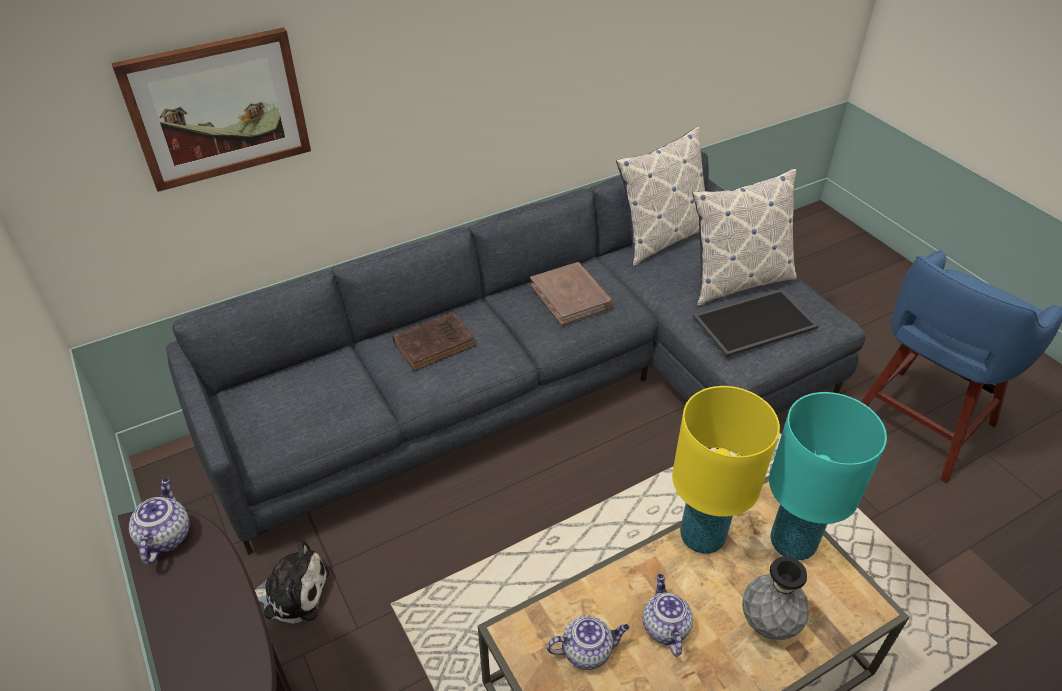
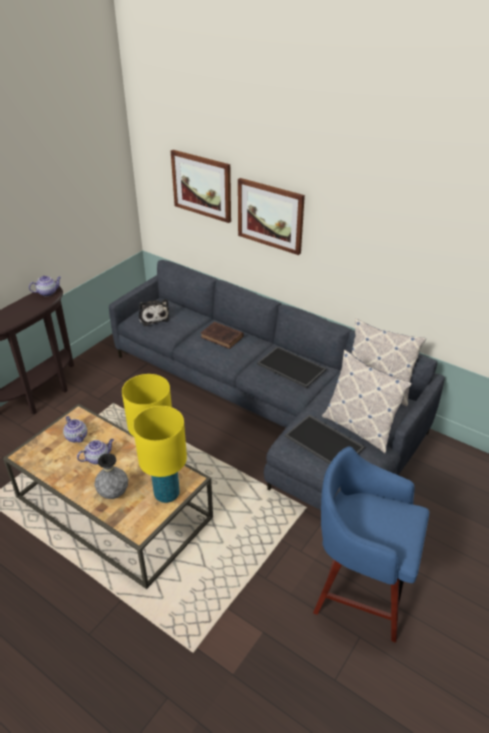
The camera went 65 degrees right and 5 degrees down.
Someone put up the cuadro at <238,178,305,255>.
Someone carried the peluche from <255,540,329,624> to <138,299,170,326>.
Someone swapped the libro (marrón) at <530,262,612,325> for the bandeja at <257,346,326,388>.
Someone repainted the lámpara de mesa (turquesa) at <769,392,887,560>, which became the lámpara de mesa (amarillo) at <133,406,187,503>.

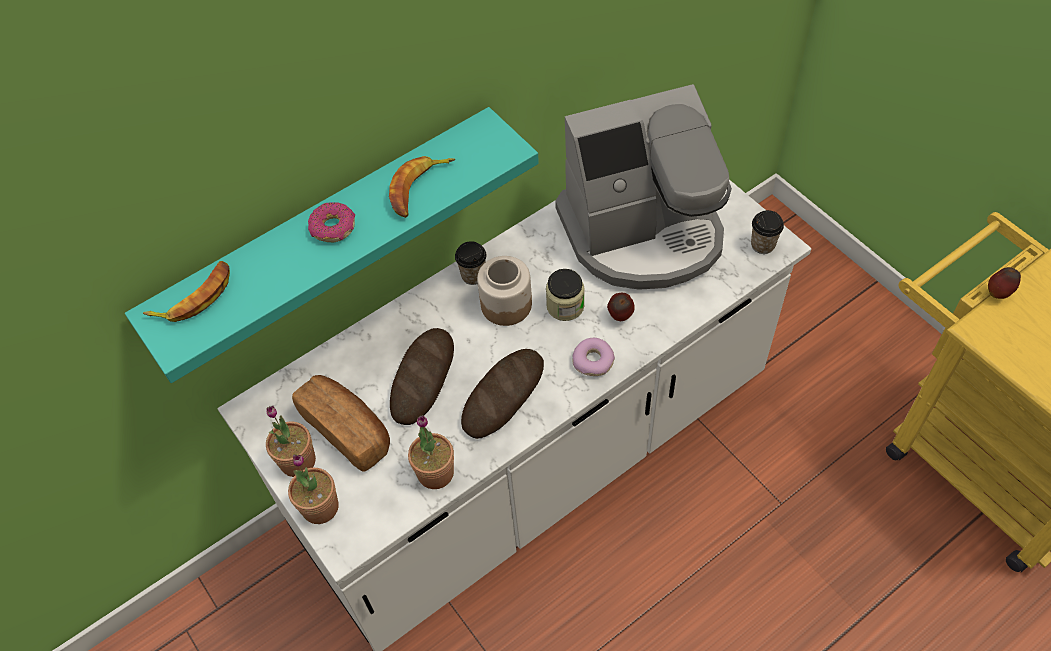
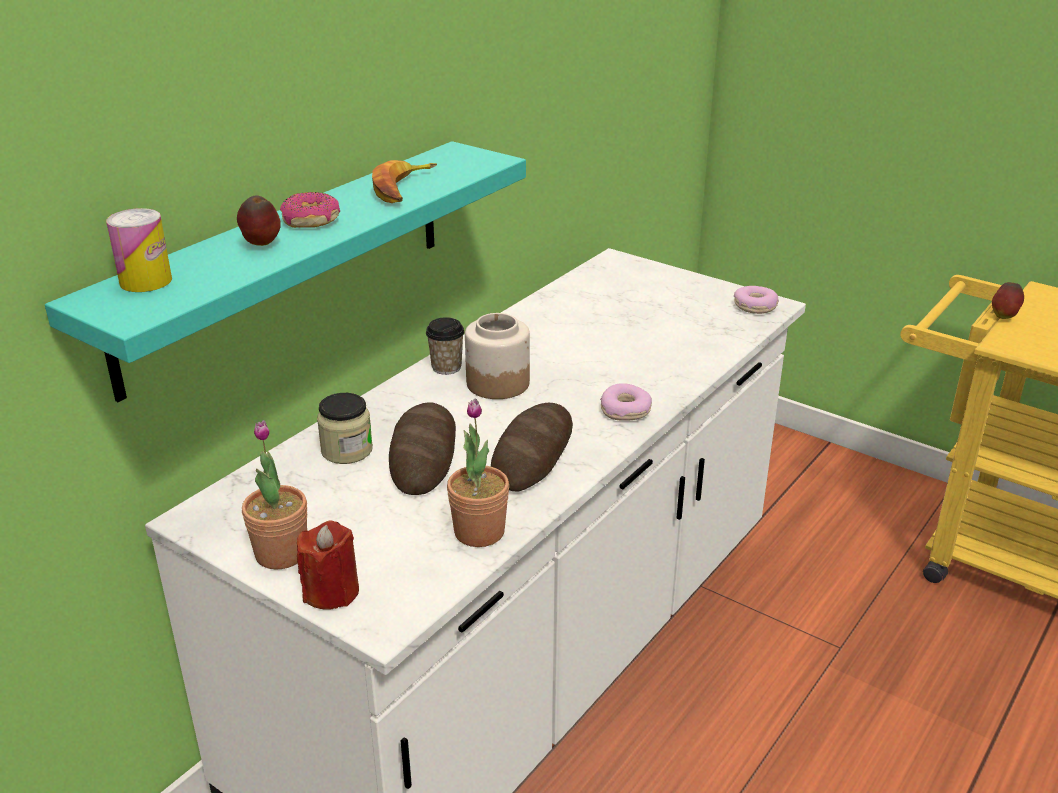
The camera went 20 degrees left and 25 degrees down.
Someone took away the pan at <292,375,390,472>.
Someone took away the cafetera at <555,84,732,290>.
Someone carried the tarro from <546,269,585,321> to <317,393,373,464>.
Someone carried the manzana from <607,293,635,321> to <237,195,281,246>.
Someone swapped the plátano at <143,261,230,322> for the lata at <106,208,172,292>.
Someone swapped the planta en maceta at <288,455,339,524> for the vela (rojo) at <297,521,359,610>.
Someone swapped the taza at <751,210,784,254> for the rosquilla at <734,286,779,314>.

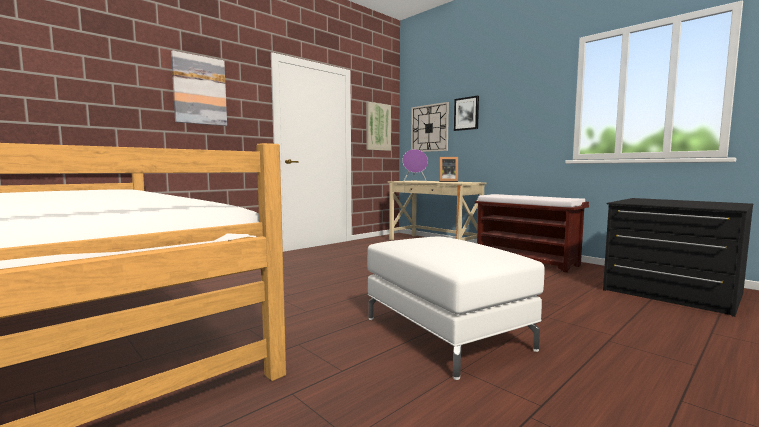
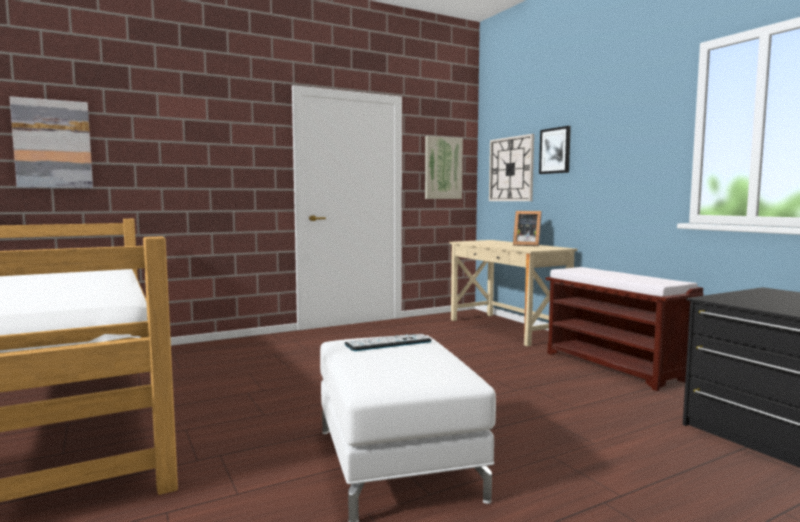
The camera went 15 degrees right and 0 degrees up.
Someone took away the altavoz (morado) at <402,149,428,181>.
Someone put down the teclado at <344,334,432,351>.
Someone carried the cuadro from <171,50,227,126> to <10,96,93,188>.

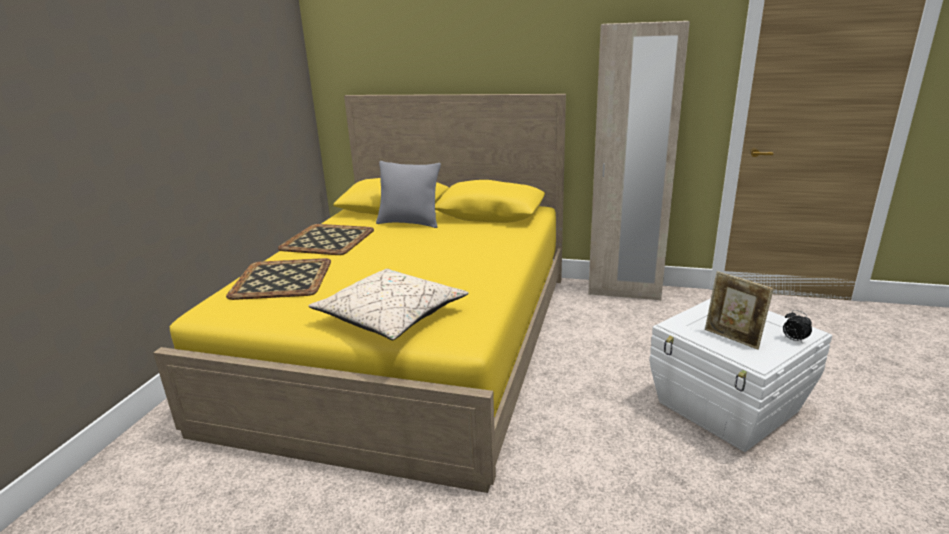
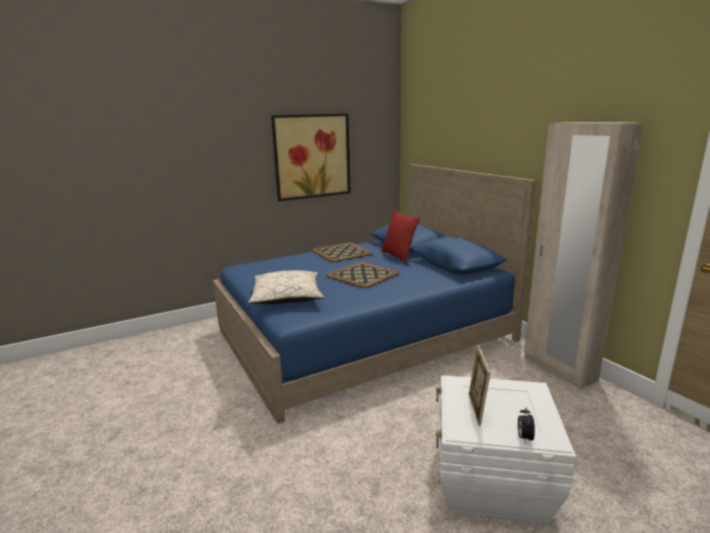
The camera went 45 degrees right and 5 degrees down.
Someone put up the cuadro at <271,113,351,201>.
Someone carried the bandeja from <226,258,331,300> to <326,262,399,288>.
Someone repainted the cama (amarillo) at <153,94,566,493>, which became the cama (azul) at <213,164,537,424>.
Someone repainted the cojín (gris) at <376,161,441,228>, which became the cojín (rojo) at <381,210,420,263>.

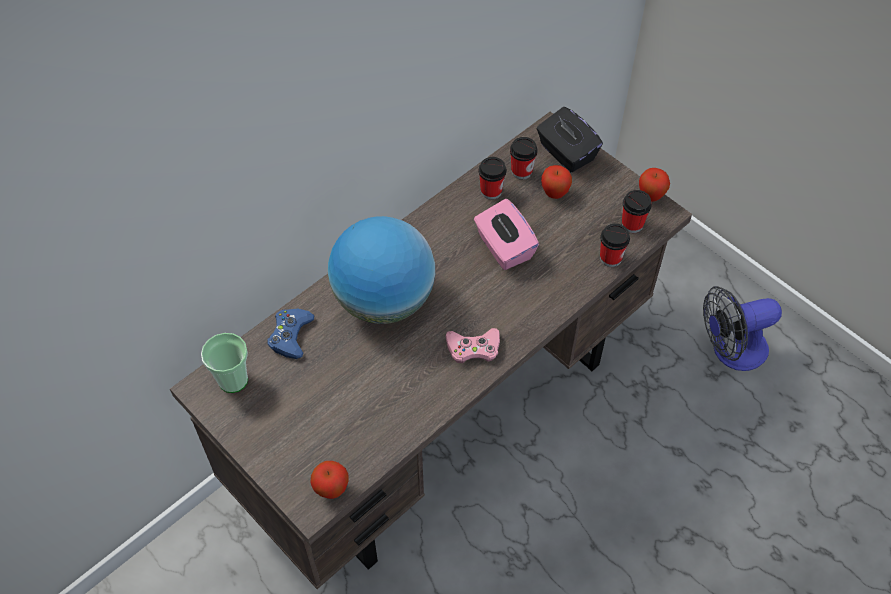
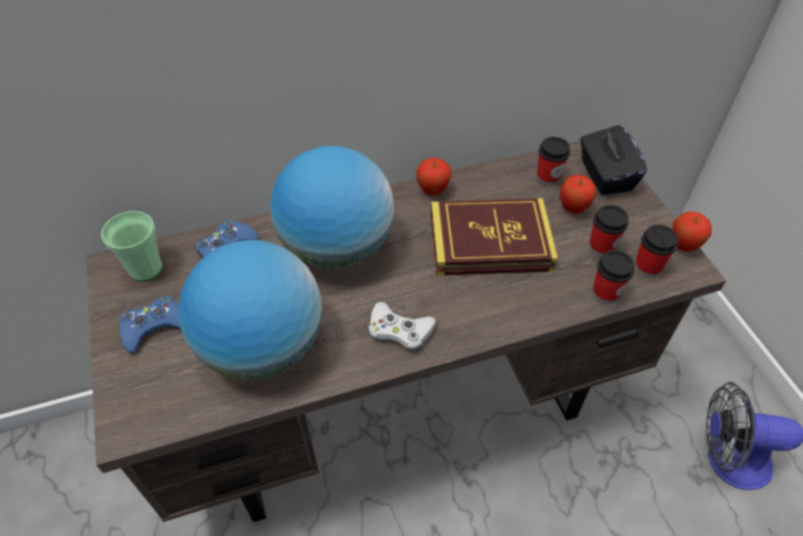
The camera went 25 degrees right and 5 degrees down.
Someone put down the mando de consola (azul) at <119,296,181,353>.
Someone put down the globo terráqueo at <179,240,322,380>.
Someone carried the manzana from <310,461,349,499> to <416,158,452,196>.
Someone carried the taza from <479,157,506,200> to <589,205,629,257>.
Someone swapped the caja de pañuelos (rosa) at <474,199,539,270> for the libro at <431,198,558,276>.
Someone repainted the mando de consola (rosa) at <445,328,500,363>, which became the mando de consola (blanco) at <368,302,436,351>.

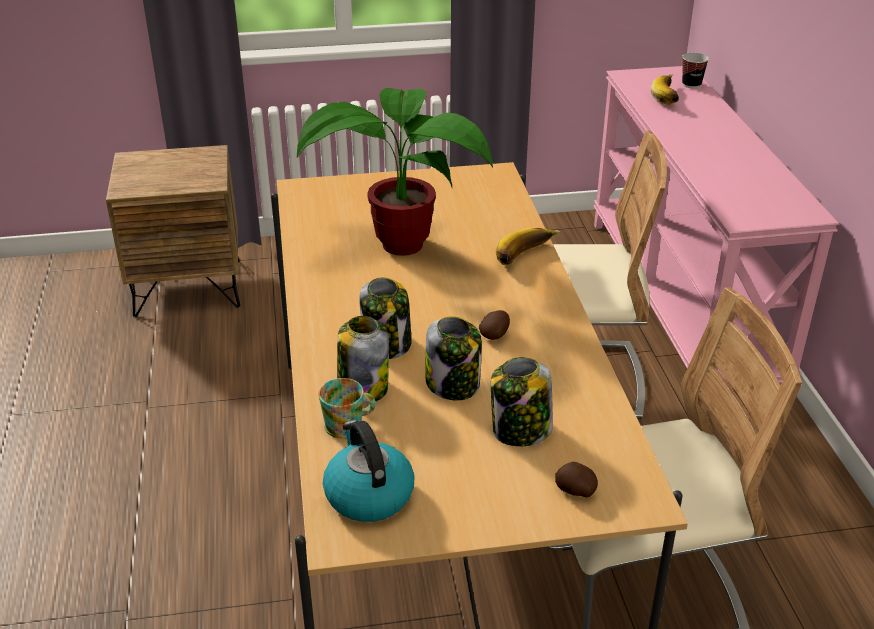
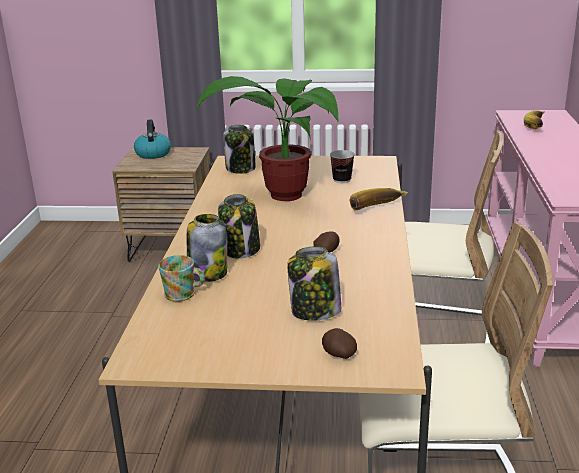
The camera went 15 degrees right and 10 degrees down.
Someone carried the hervidor from <323,420,414,522> to <134,119,171,159>.
Someone carried the tarro from <426,316,482,400> to <223,124,256,174>.
Someone carried the taza from <682,53,709,88> to <330,150,355,183>.

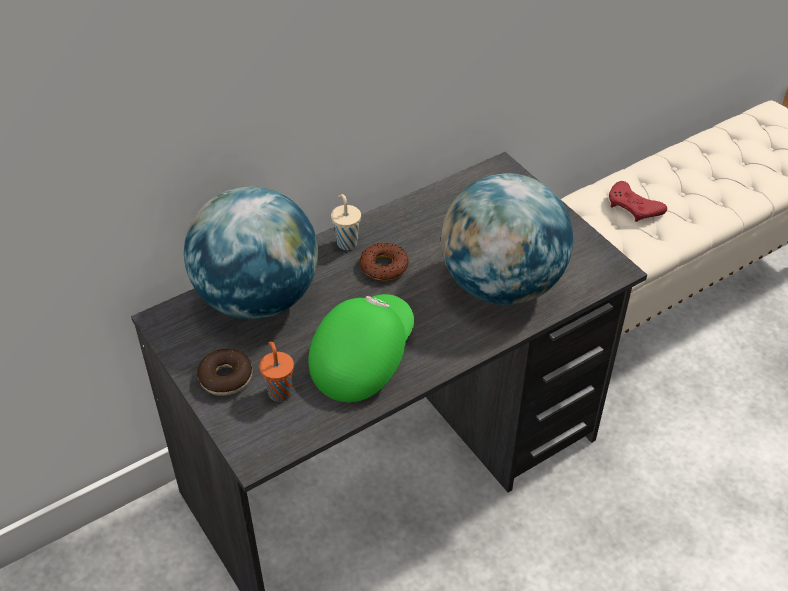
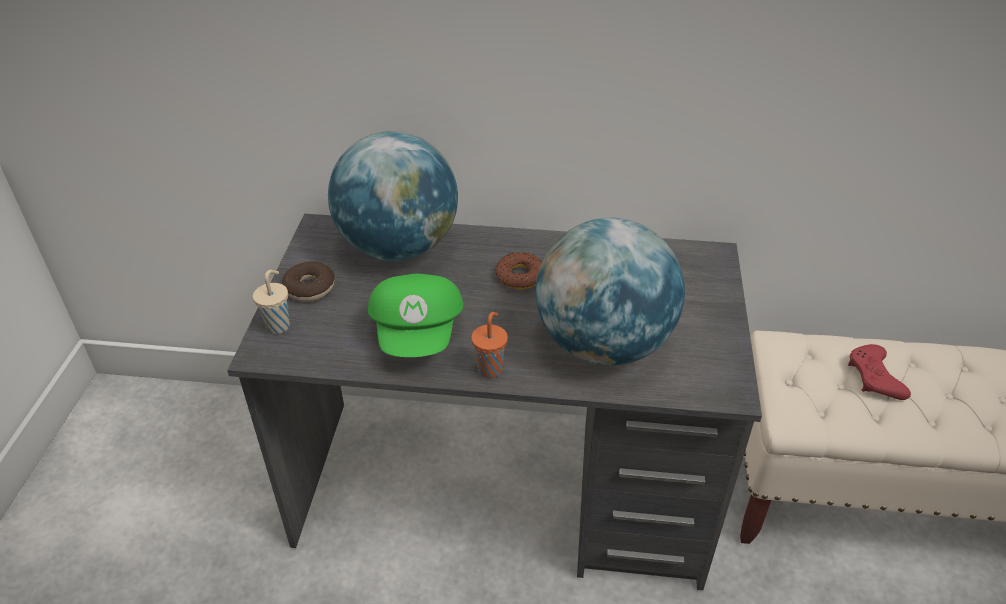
The camera went 40 degrees right and 5 degrees down.
Someone carried the taza (naranja) from <259,342,294,402> to <471,312,508,378>.
Someone carried the taza (beis) from <331,194,361,250> to <253,270,290,334>.
Someone rotated the gorra (verde) at <309,294,414,402> by 105 degrees clockwise.

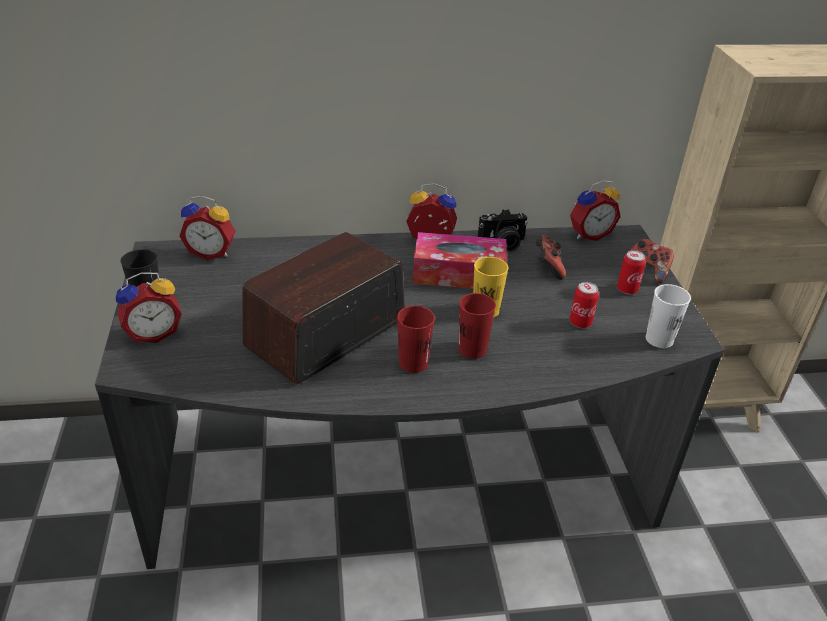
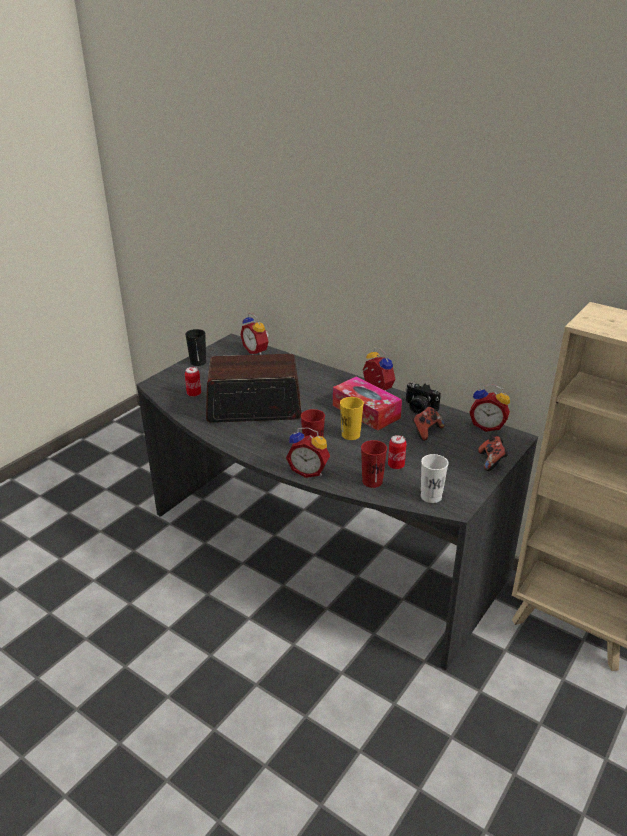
The camera went 45 degrees right and 5 degrees down.
Someone carried the despertador from <116,272,182,343> to <286,427,330,478>.
Someone carried the taza (rojo) from <397,306,435,373> to <361,440,387,488>.
Someone carried the lata from <617,250,646,294> to <185,367,201,397>.

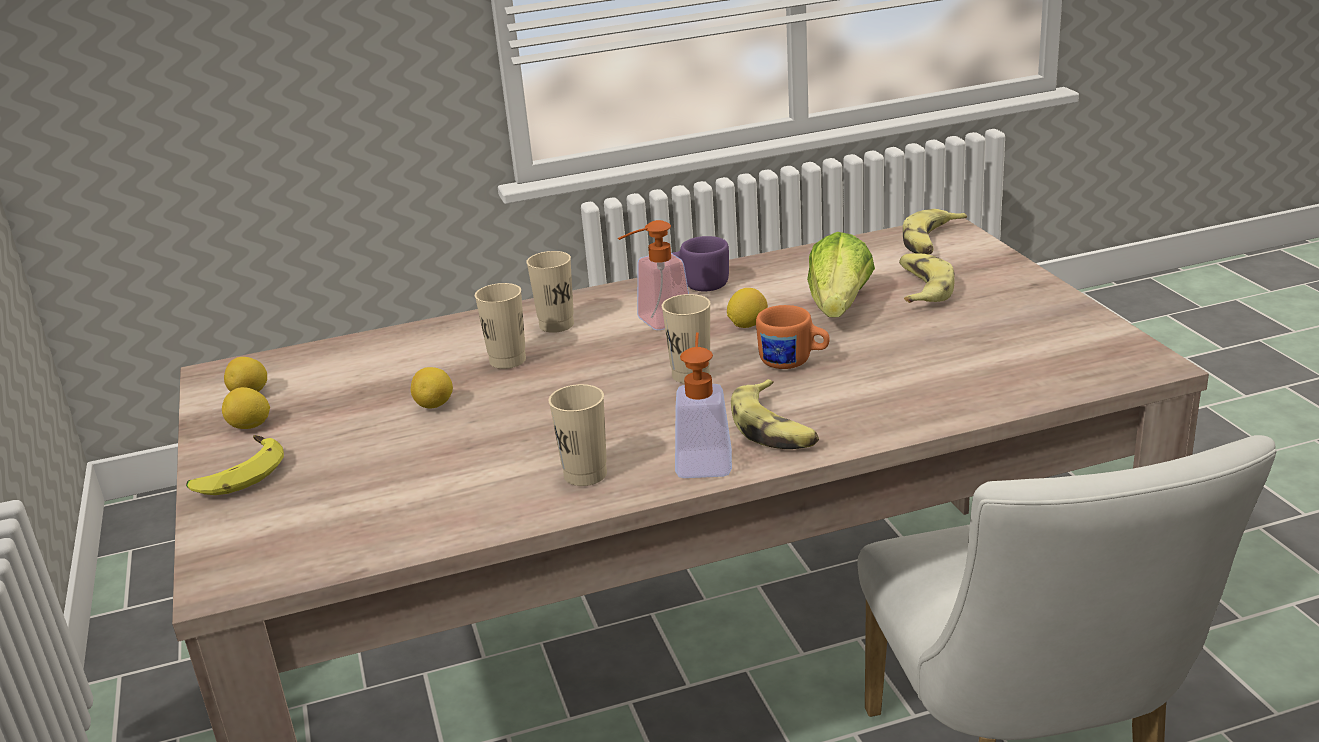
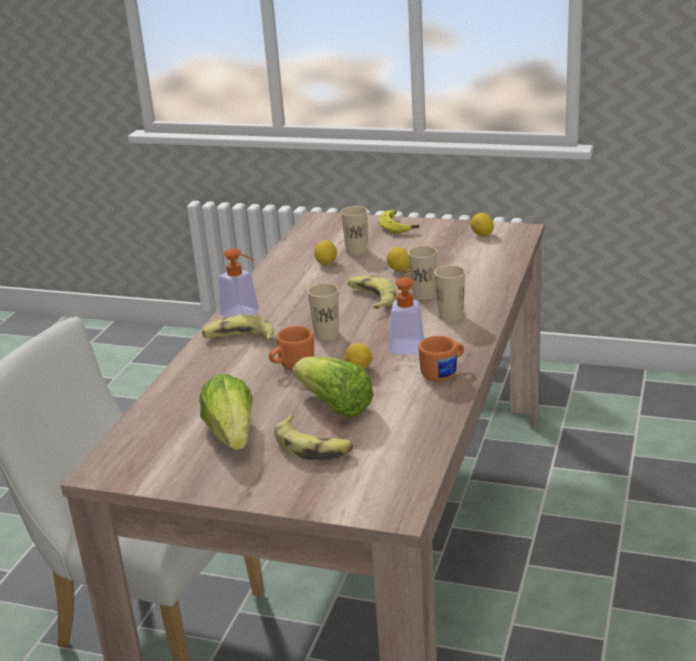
The camera went 125 degrees right and 0 degrees up.
Someone put down the lechuga at <199,375,253,450>.
Someone carried the limón from <222,387,270,429> to <314,240,337,265>.
Someone carried the taza (beis) from <548,384,607,486> to <341,206,367,255>.
Someone carried the plátano from <903,209,967,255> to <348,276,396,309>.
Someone repainted the taza grande (morado) at <672,236,729,291>, which became the taza grande (naranja) at <418,336,464,381>.

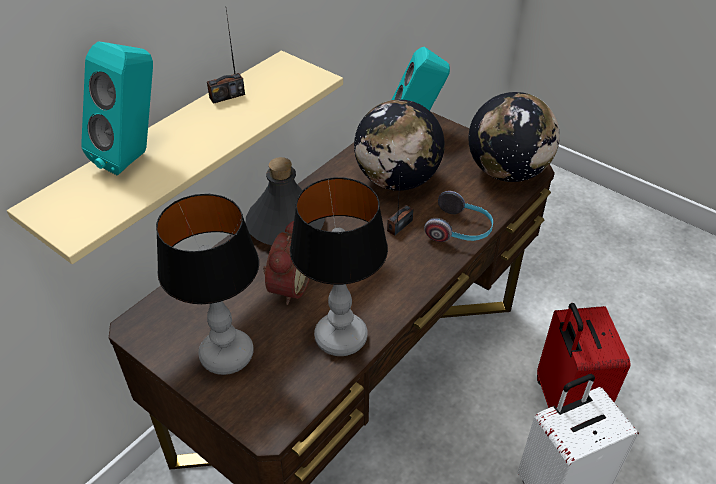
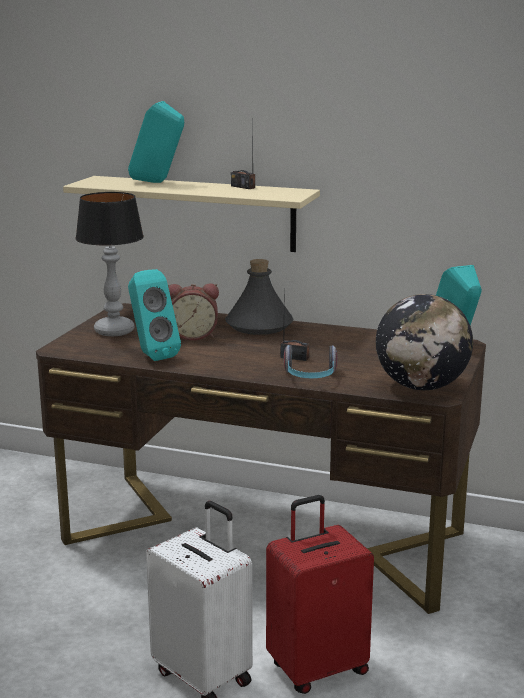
The camera went 70 degrees right and 25 degrees down.
Someone took away the globo terráqueo at <354,100,445,191>.
Someone swapped the lámpara de mesa at <290,177,388,356> for the altavoz (turquesa) at <128,269,181,361>.

